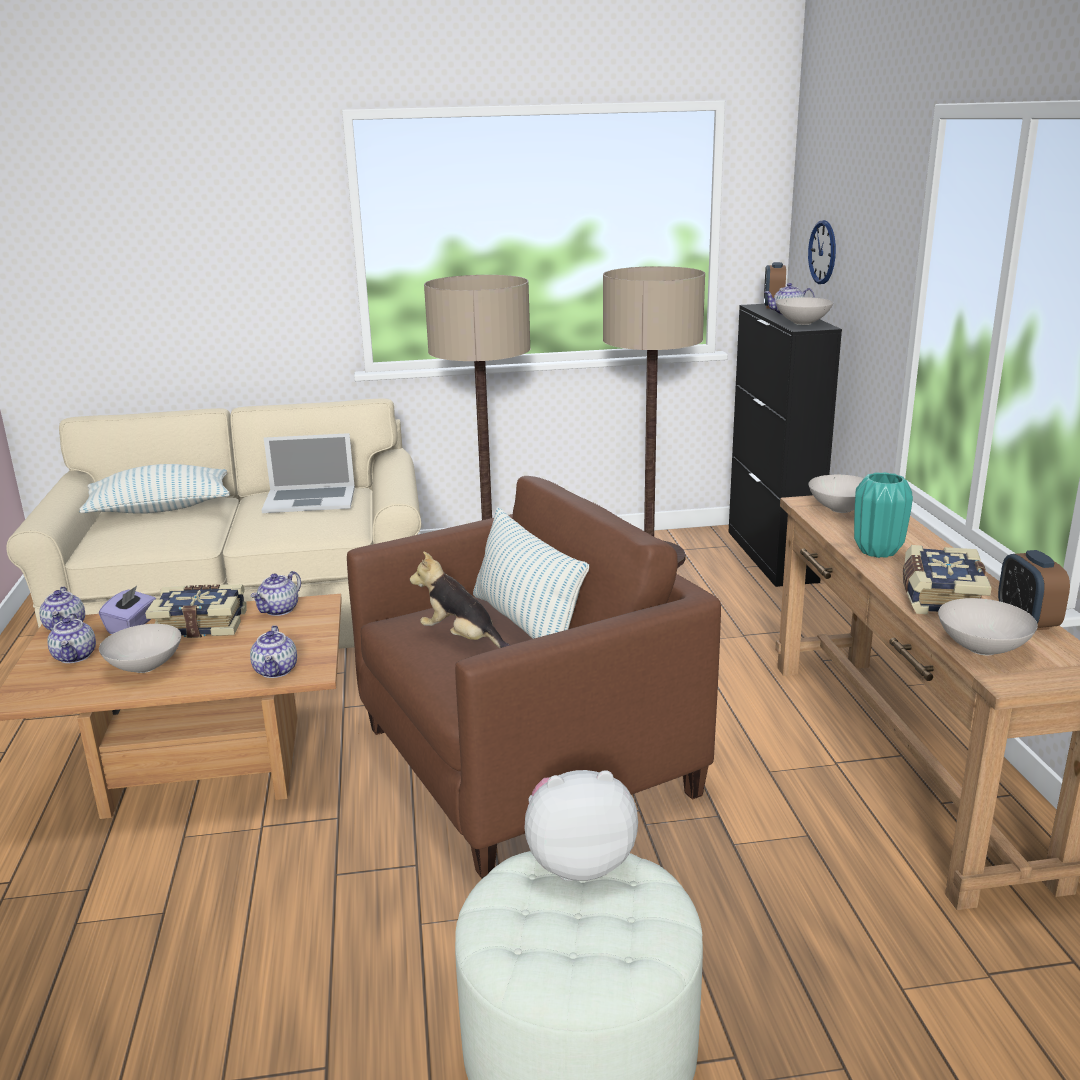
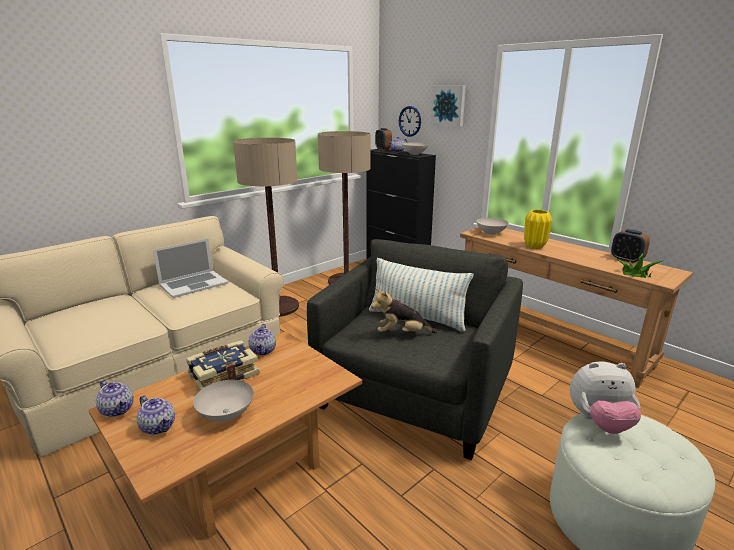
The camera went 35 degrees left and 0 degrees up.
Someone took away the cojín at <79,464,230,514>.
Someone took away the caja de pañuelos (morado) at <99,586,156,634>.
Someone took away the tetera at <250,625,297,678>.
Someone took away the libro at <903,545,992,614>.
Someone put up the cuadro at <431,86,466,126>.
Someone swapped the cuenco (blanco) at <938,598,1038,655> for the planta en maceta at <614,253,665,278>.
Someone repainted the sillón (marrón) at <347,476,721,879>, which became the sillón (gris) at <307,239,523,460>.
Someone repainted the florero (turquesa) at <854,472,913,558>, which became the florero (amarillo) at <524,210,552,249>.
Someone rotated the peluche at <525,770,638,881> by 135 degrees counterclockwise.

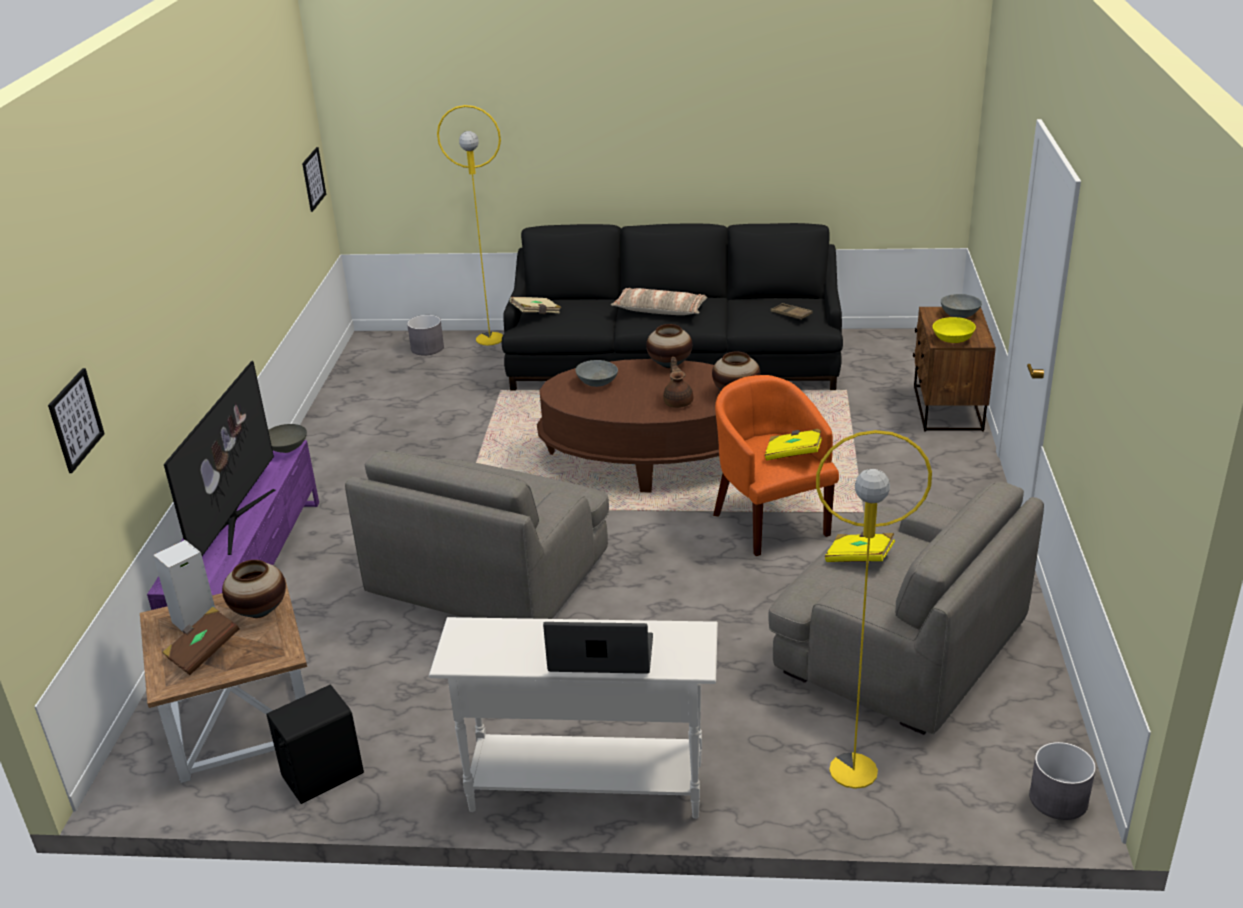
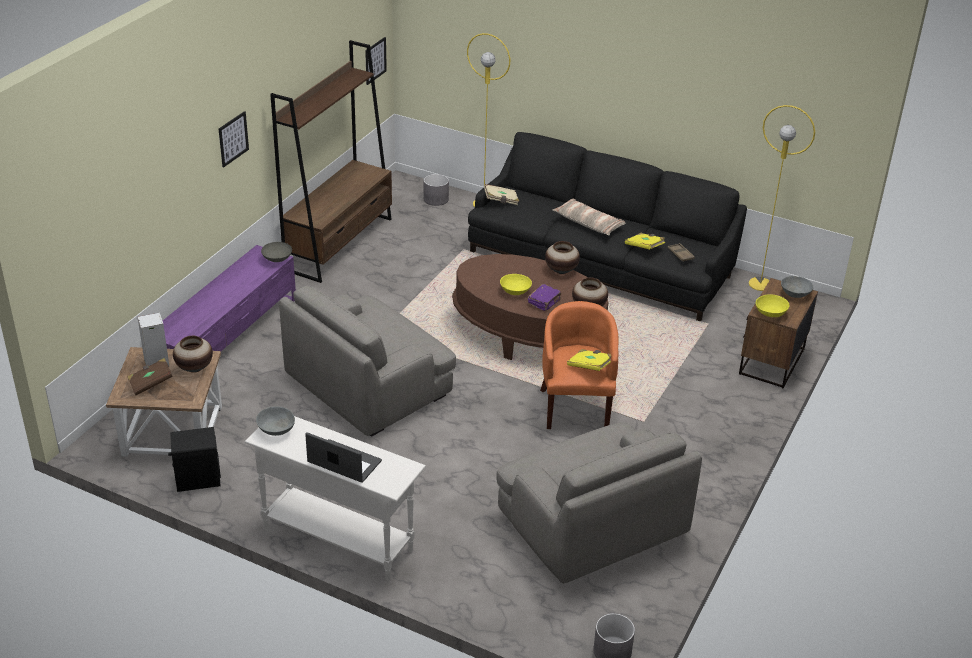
The camera went 20 degrees right and 5 degrees up.
Someone took away the televisor at <164,361,275,556>.
Someone put down the estantería (marrón) at <270,40,392,283>.
Someone put down the cuenco (amarillo) at <500,274,532,295>.
Someone carried the cuadro from <48,368,105,473> to <219,111,249,167>.
Someone carried the cuenco (gris) from <576,360,618,387> to <256,406,295,436>.
Someone carried the lámpara de pie (amarillo) from <816,430,932,789> to <749,105,815,291>.
Someone carried the libro (amarillo) from <825,532,895,562> to <625,233,665,250>.
Someone swapped the tetera (marrón) at <663,357,693,408> for the libro (morado) at <528,284,561,311>.

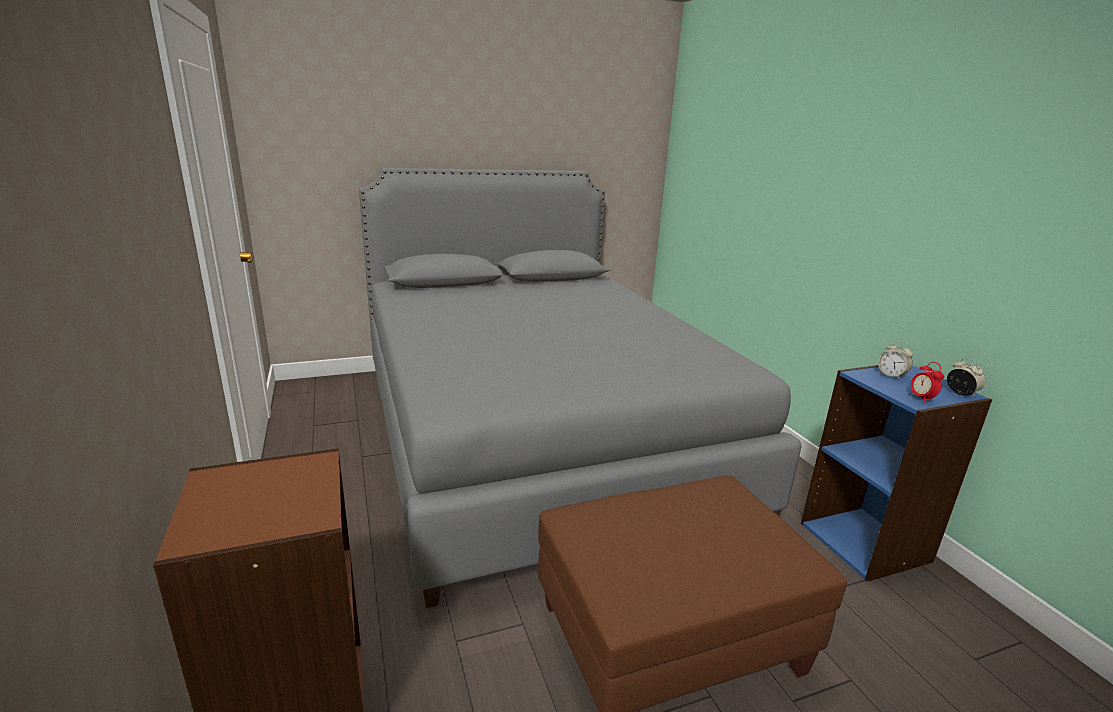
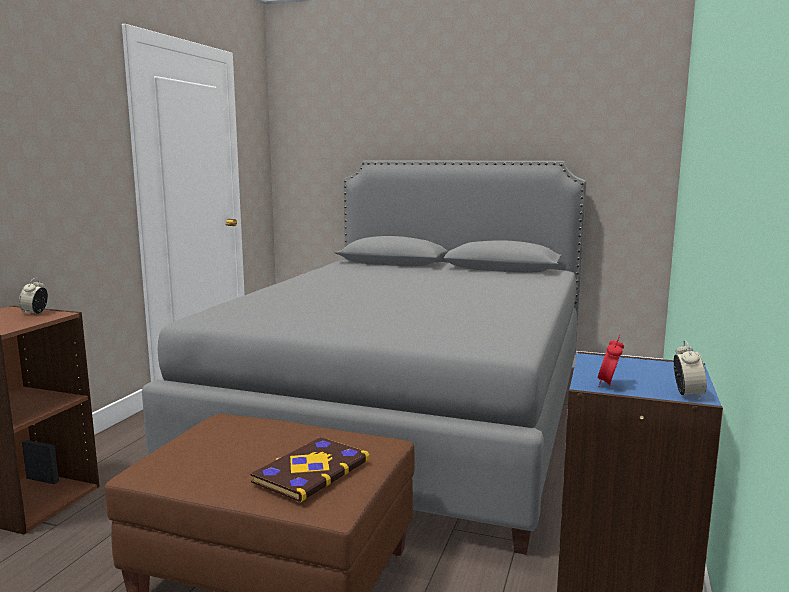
The camera went 40 degrees right and 10 degrees down.
Someone put down the libro at <250,437,370,502>.
Someone carried the despertador from <878,341,914,380> to <19,278,48,315>.

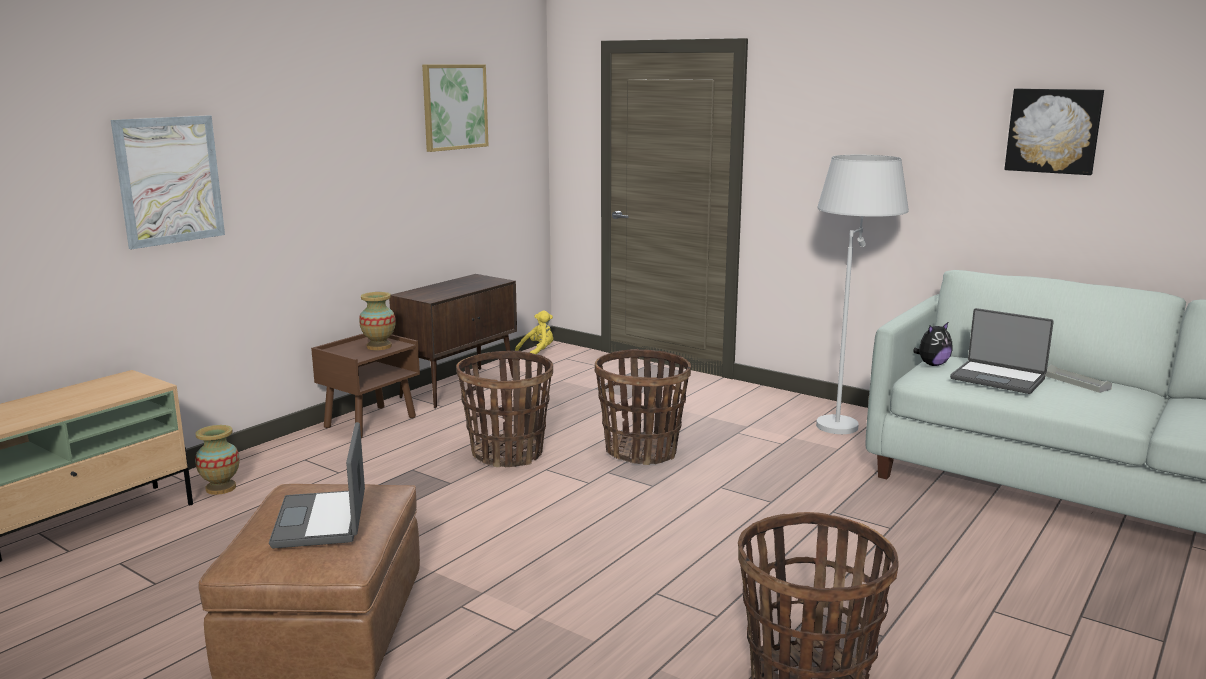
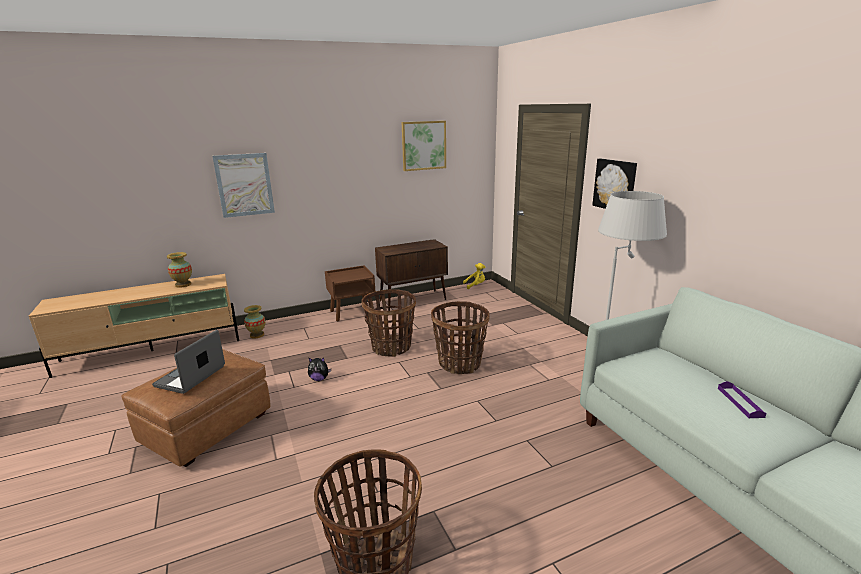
The camera went 30 degrees right and 5 degrees up.
Someone took away the portátil at <950,308,1054,394>.
Someone carried the florero from <359,292,396,350> to <167,252,192,288>.
Someone carried the peluche from <914,322,953,366> to <308,358,331,381>.
Someone carried the cuadro from <1005,89,1104,175> to <592,158,637,209>.
Someone repainted the bandeja (gris) at <1044,365,1112,393>, which became the bandeja (morado) at <718,381,767,418>.

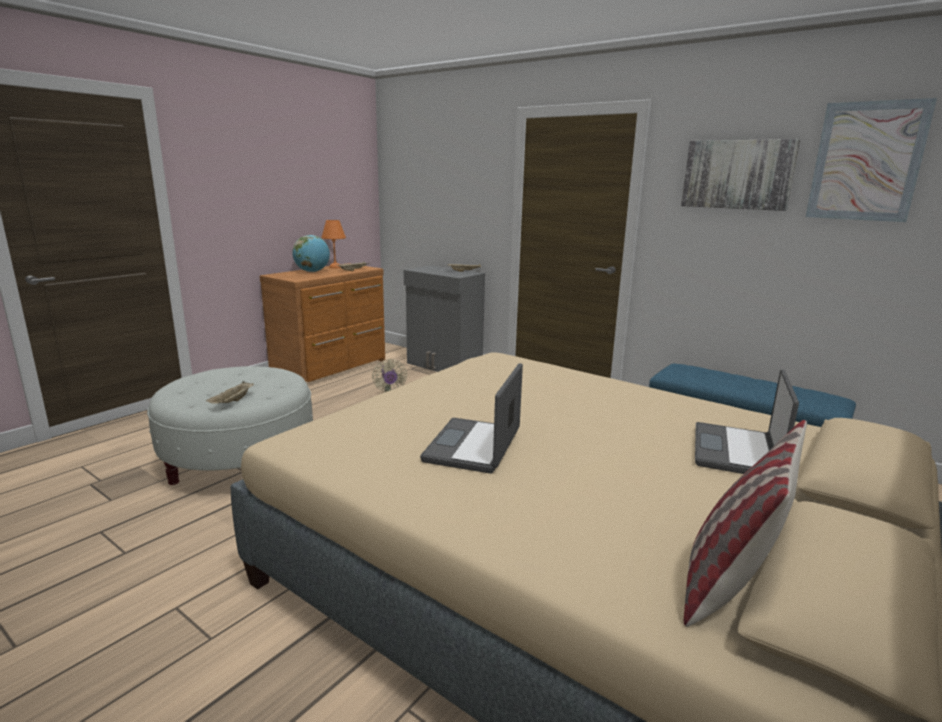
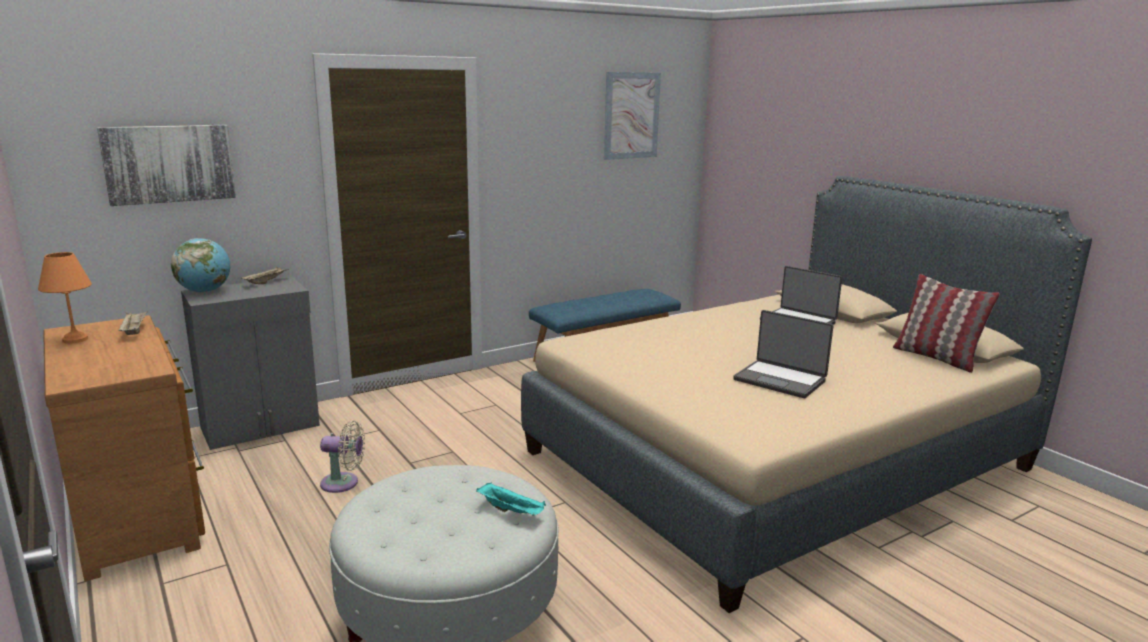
The camera went 70 degrees left and 0 degrees up.
Someone carried the globo terráqueo from <292,235,330,272> to <171,238,230,293>.
Someone carried the cuadro from <681,139,800,211> to <97,125,236,206>.
Someone repainted the bandeja (beis) at <206,381,254,404>, which became the bandeja (turquesa) at <476,482,546,516>.

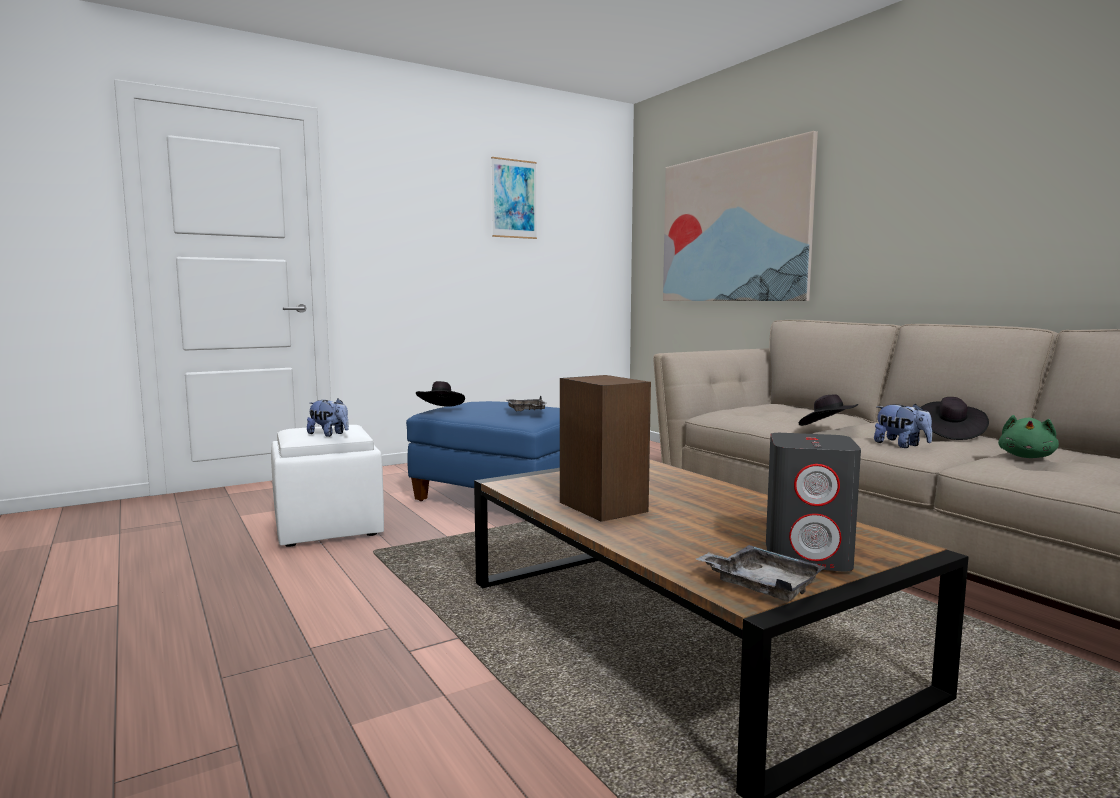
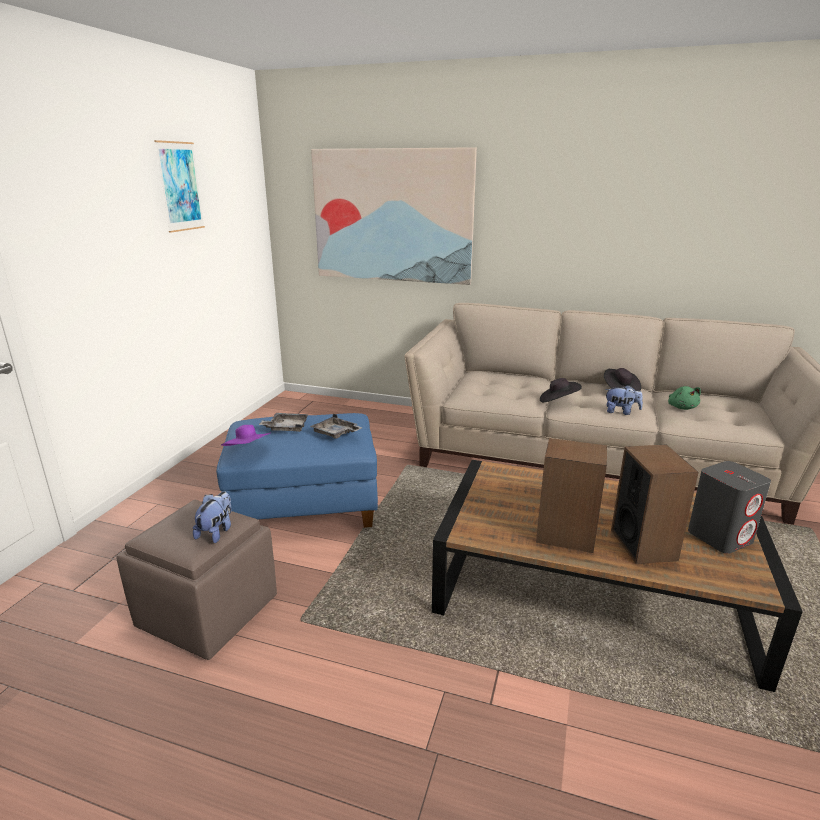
The camera went 40 degrees left and 15 degrees up.
Someone put down the altavoz at <611,444,699,564>.
Someone carried the bandeja (gris) from <696,545,825,602> to <259,413,309,432>.
Someone repainted the puf (blanco) at <271,425,384,547>, which became the puf (marrón) at <116,500,277,660>.
Someone repainted the sombrero (negro) at <416,381,465,407>, which became the sombrero (morado) at <221,425,271,446>.
Someone rotated the peluche at <307,398,349,437> by 60 degrees counterclockwise.

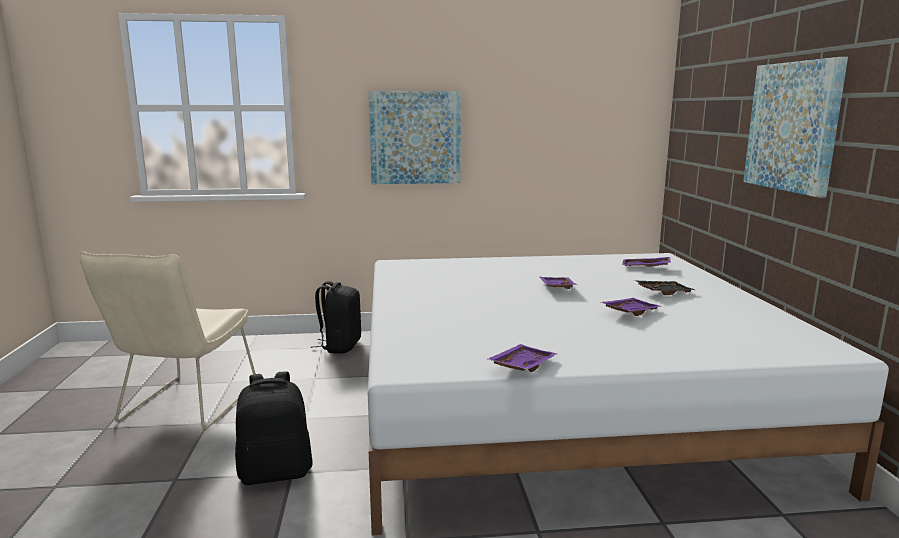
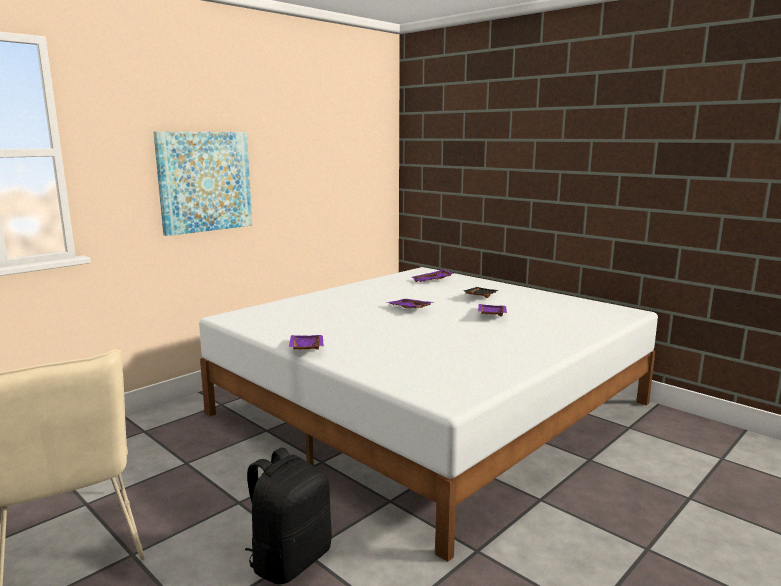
The camera went 40 degrees left and 0 degrees up.
Someone took away the mochila (negro) at <311,281,361,354>.
Someone took away the cuadro at <743,57,848,198>.
Someone carried the bandeja (morado) from <487,344,557,372> to <289,335,324,350>.

